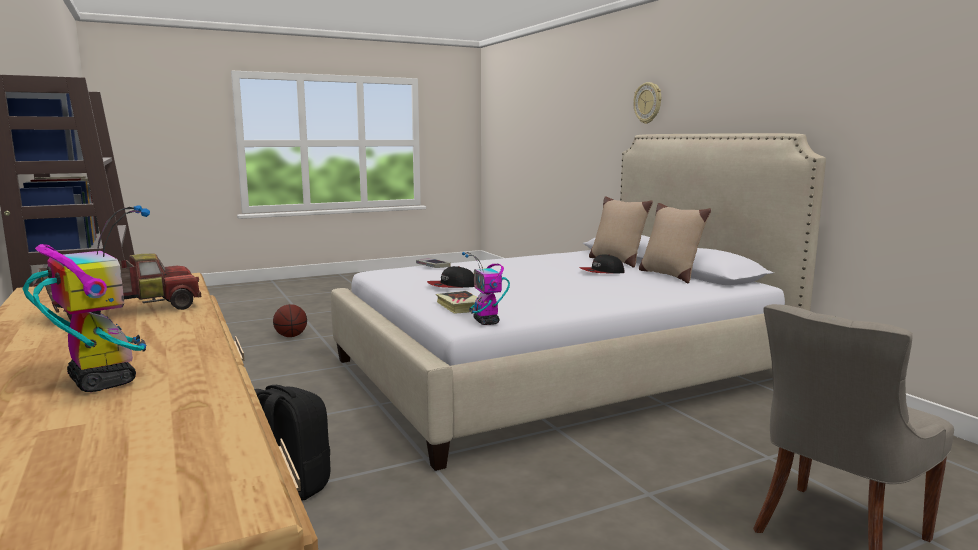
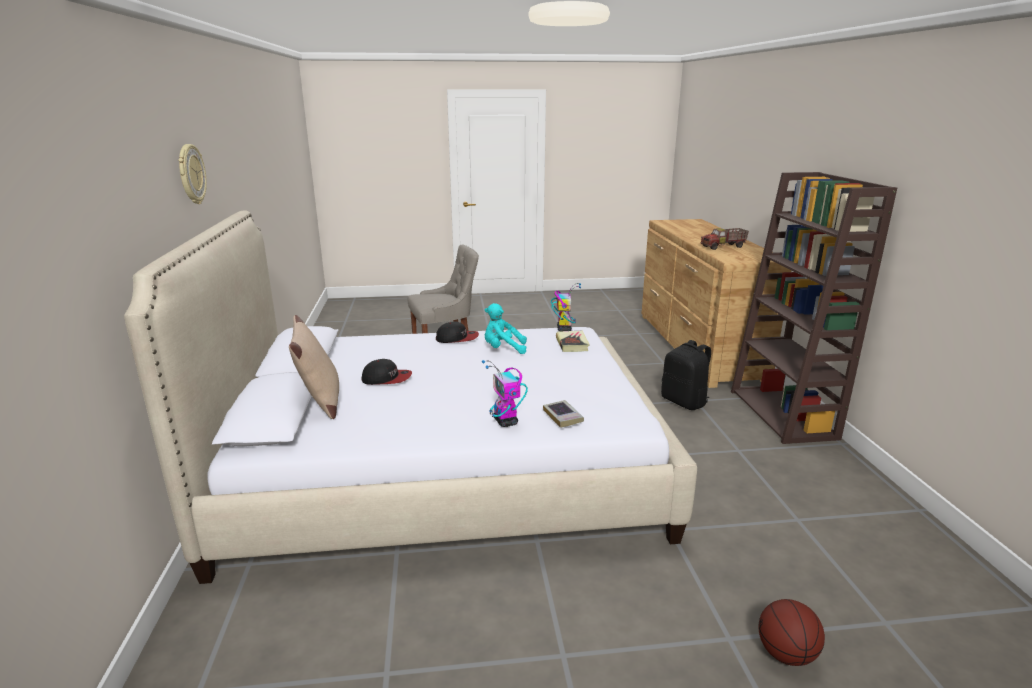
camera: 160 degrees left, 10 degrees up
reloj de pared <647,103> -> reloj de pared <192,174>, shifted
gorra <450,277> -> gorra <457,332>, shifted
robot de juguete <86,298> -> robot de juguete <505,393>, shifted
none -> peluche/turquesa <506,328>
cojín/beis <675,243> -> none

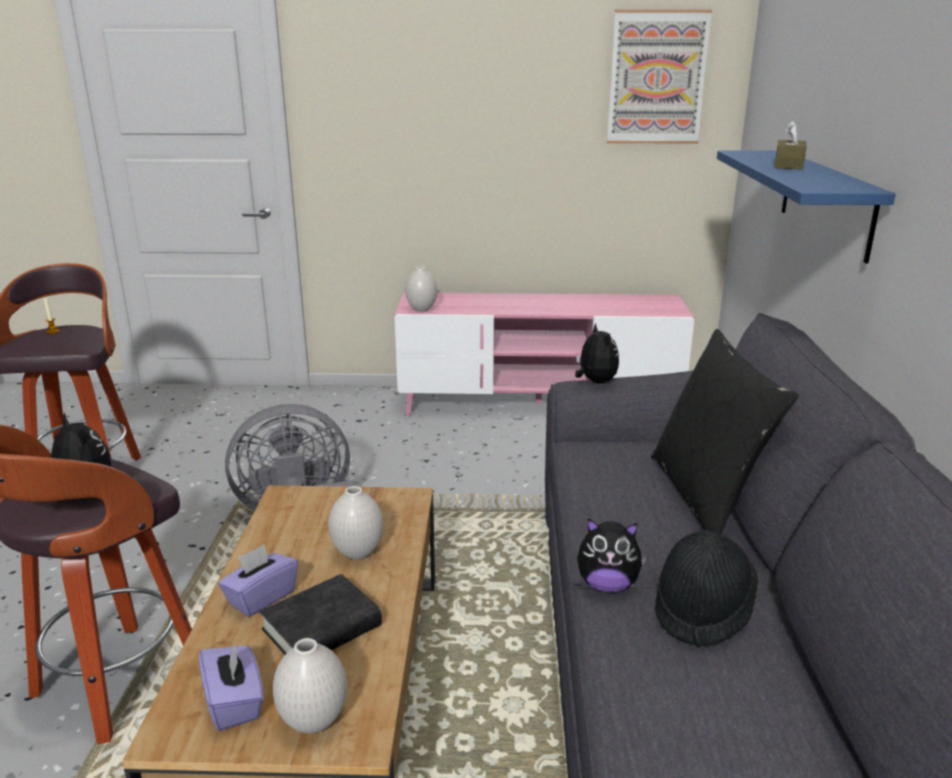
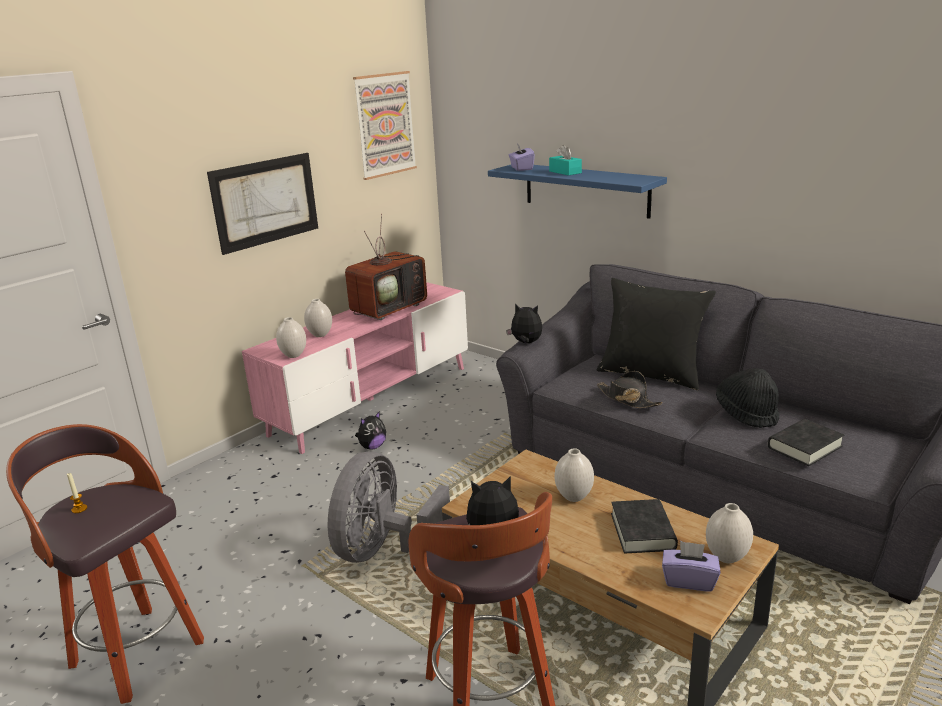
camera: 50 degrees left, 0 degrees up
none -> cuadro <262,204>
none -> florero/blanco <318,318>
none -> televisor <386,267>
peluche <612,555> -> peluche <370,430>, shifted
caja de pañuelos/morado <258,580> -> caja de pañuelos/morado <522,157>, shifted
caja de pañuelos/marrón <790,145> -> caja de pañuelos/turquesa <565,160>
none -> sombrero/negro <630,389>
none -> libro/negro <806,442>

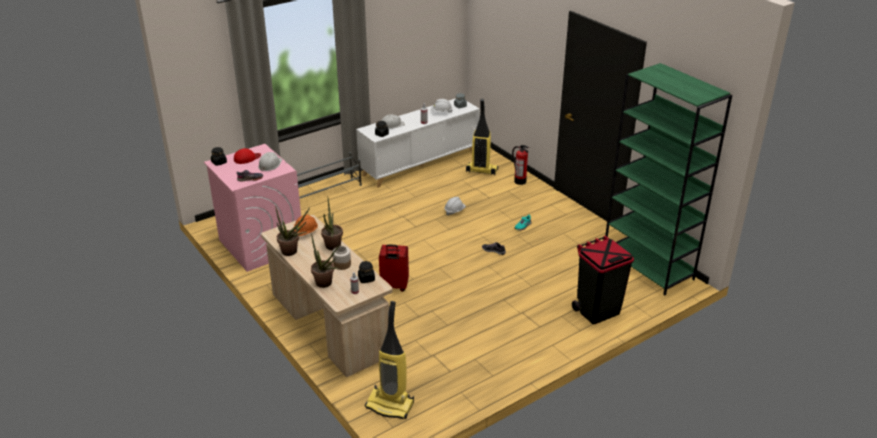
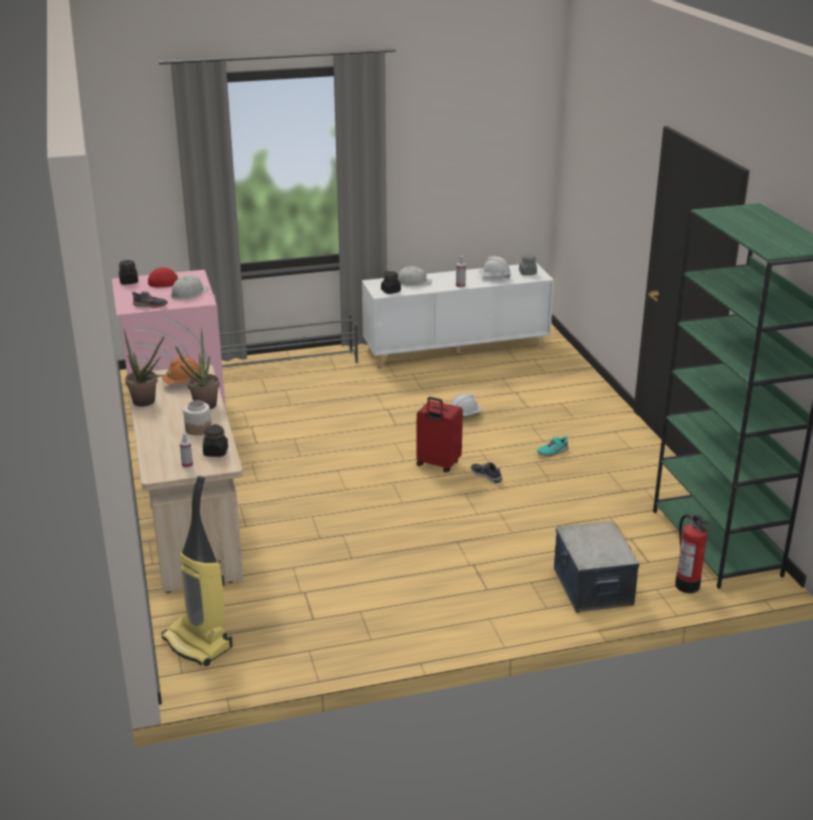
camera: 20 degrees right, 5 degrees down
maleta/rojo <394,268> -> maleta/rojo <439,435>, shifted
papelera/negro <603,280> -> caja de almacenaje <596,567>
extintor <520,165> -> extintor <692,553>, shifted
planta en maceta <325,261> -> none
aspiradora <482,137> -> none

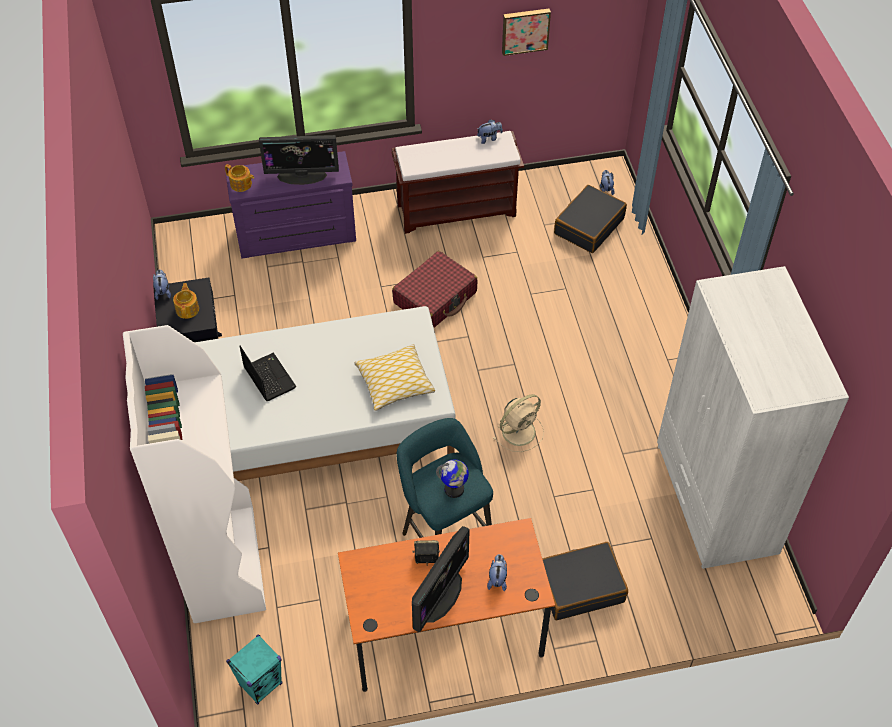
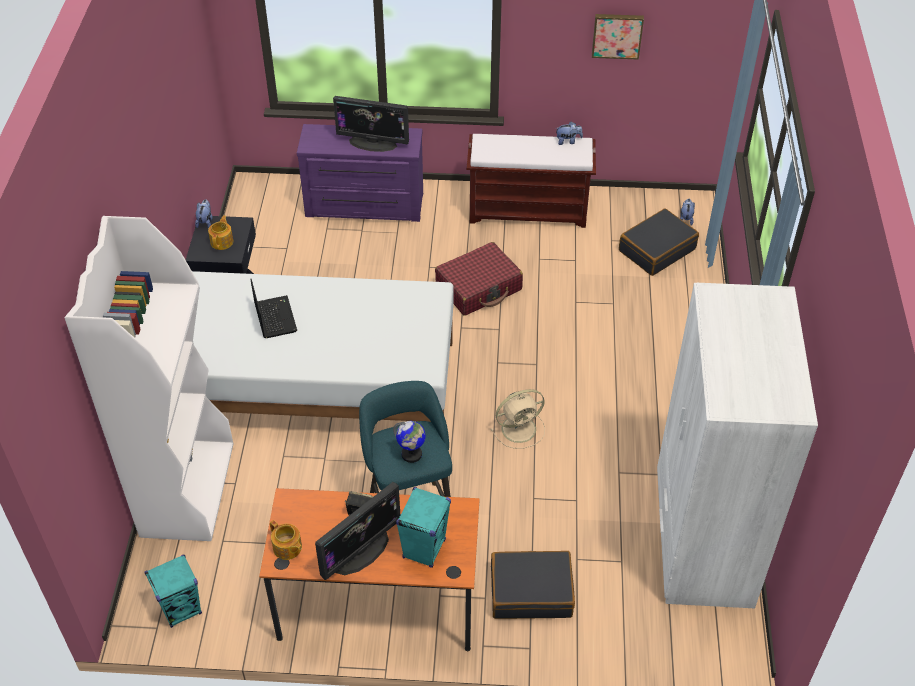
camera: 15 degrees right, 5 degrees down
tetera <239,178> -> tetera <286,540>, shifted
peluche <497,572> -> altavoz/turquesa <423,527>
cojín <394,377> -> none

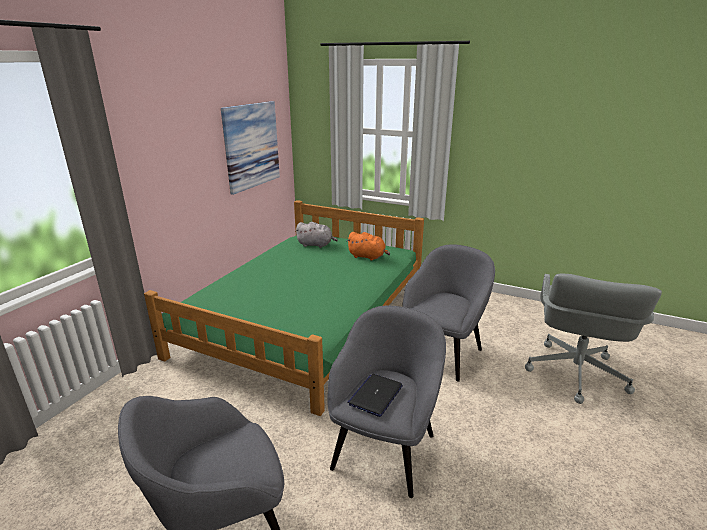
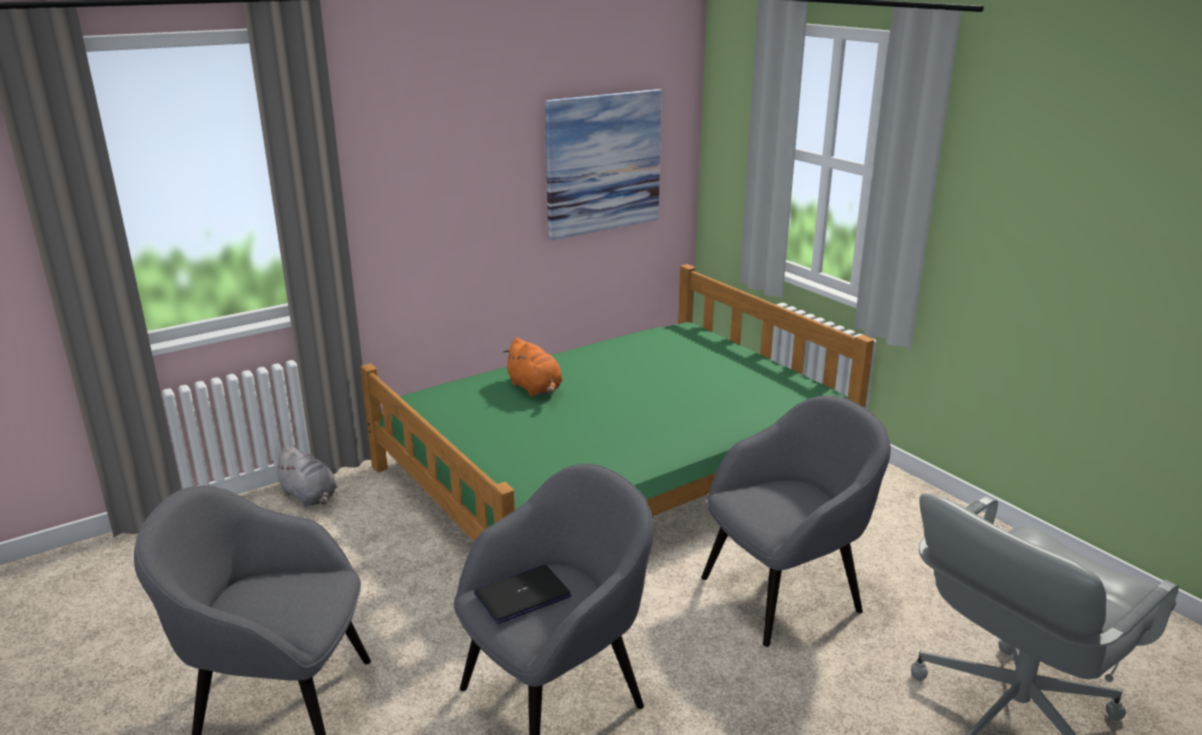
camera: 30 degrees right, 0 degrees up
peluche/gris <316,235> -> peluche/gris <304,476>, shifted
peluche/naranja <368,246> -> peluche/naranja <533,367>, shifted

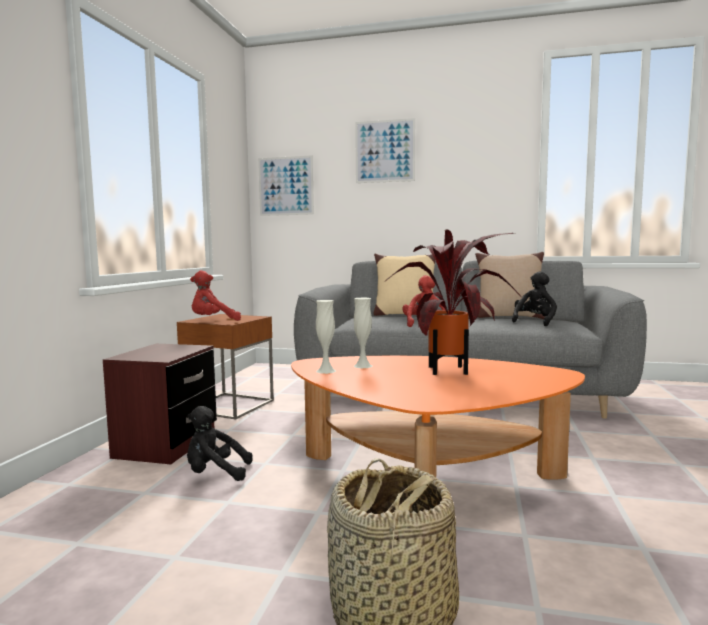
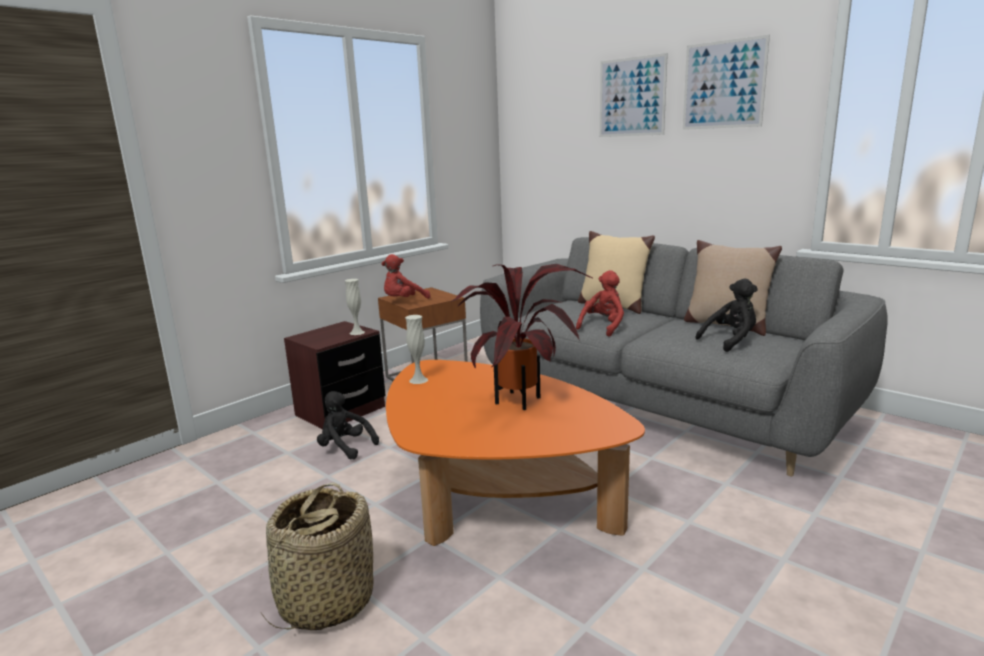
camera: 30 degrees right, 10 degrees up
florero/blanco <362,333> -> florero/blanco <355,307>, shifted
peluche/rojo <215,295> -> peluche/rojo <406,276>, 45 degrees counterclockwise
cuadro <286,185> -> cuadro <726,82>, shifted

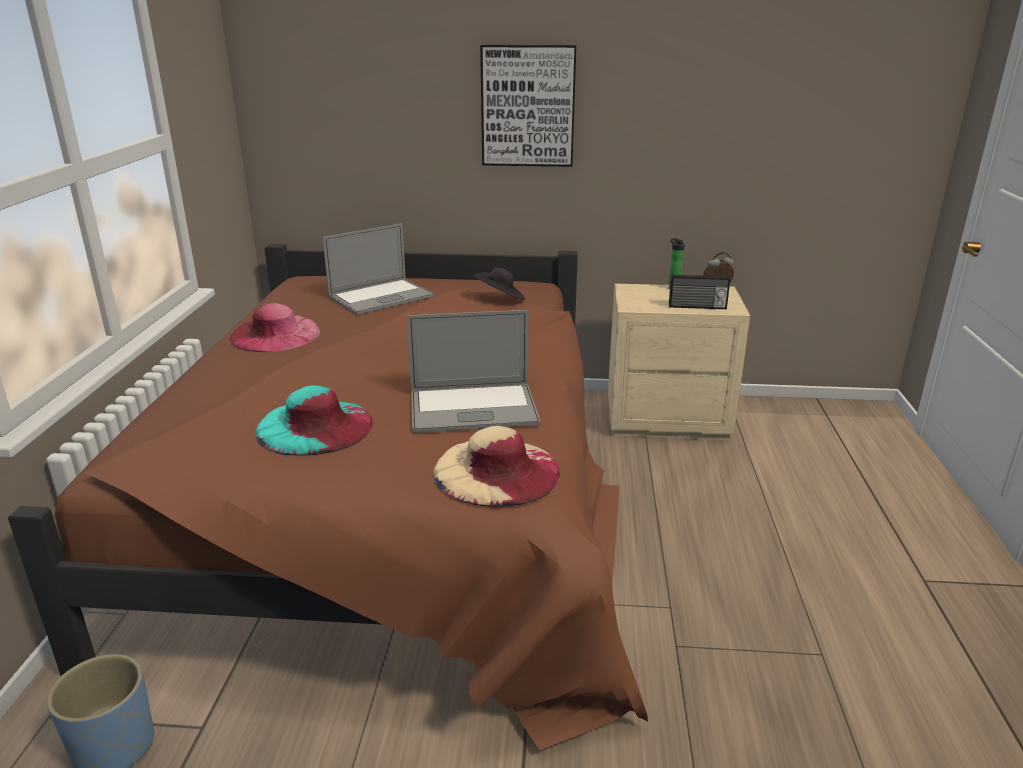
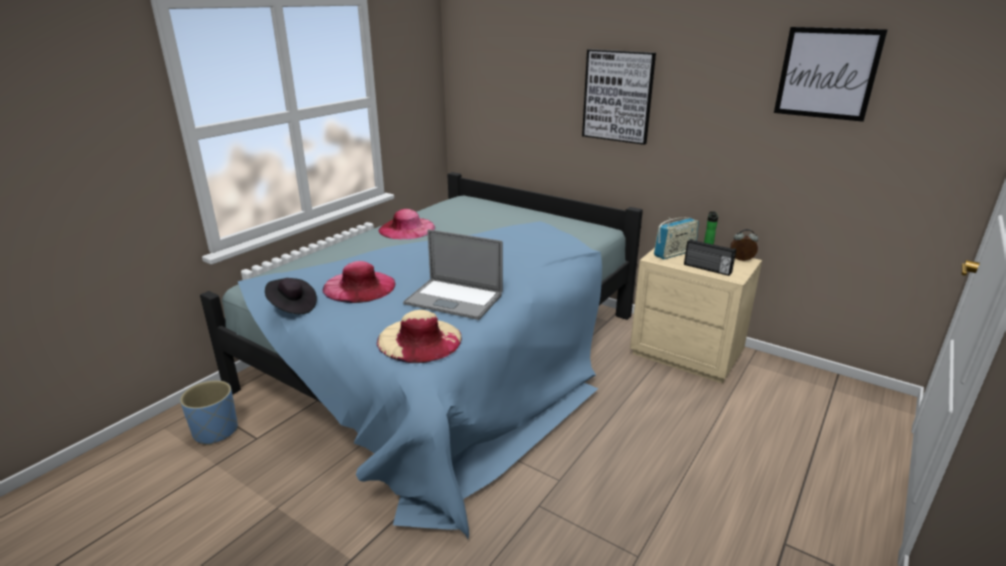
camera: 30 degrees right, 0 degrees up
cama/marrón <328,497> -> cama/azul <421,355>
sombrero/negro <499,283> -> sombrero/negro <291,296>, shifted
sombrero/turquesa <314,420> -> sombrero/rosa <359,282>
none -> radio <676,238>
none -> cuadro <831,74>
portátil <378,269> -> none

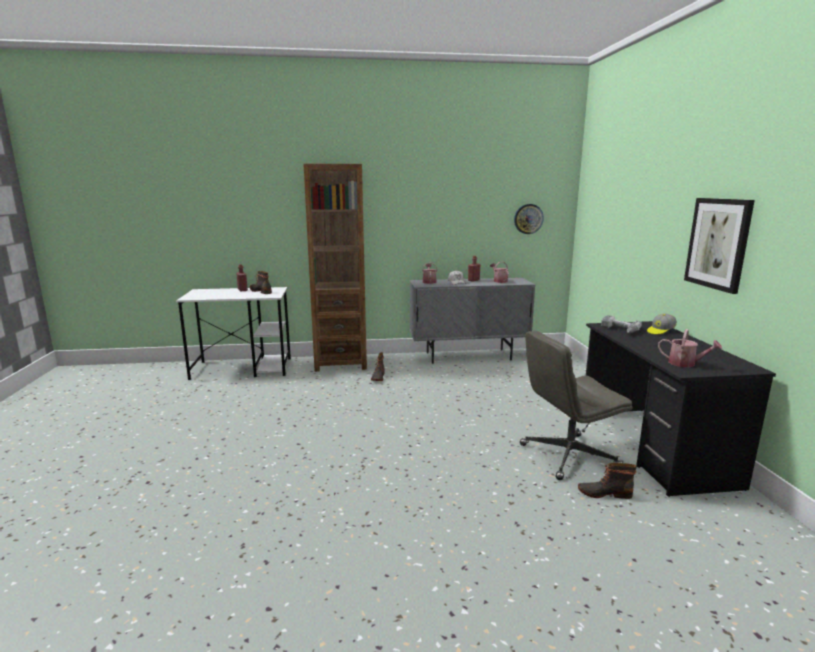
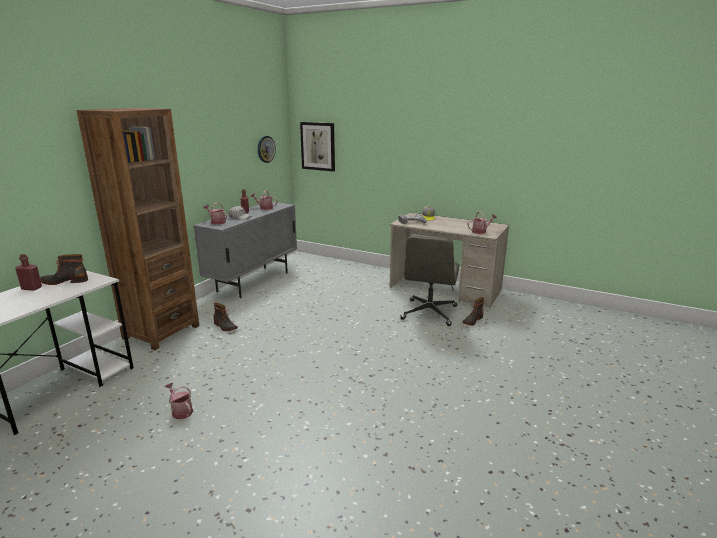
camera: 55 degrees left, 5 degrees up
none -> regadera <179,400>
cuadro <719,246> -> cuadro <317,147>, shifted
escritorio/negro <681,409> -> escritorio/beis <449,260>

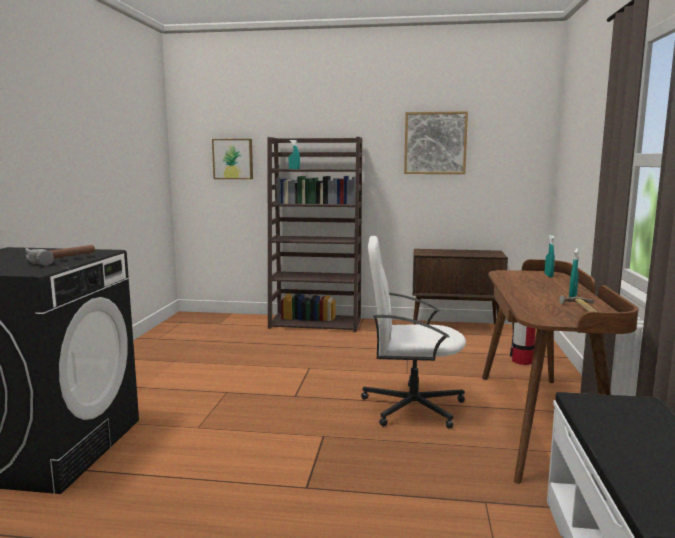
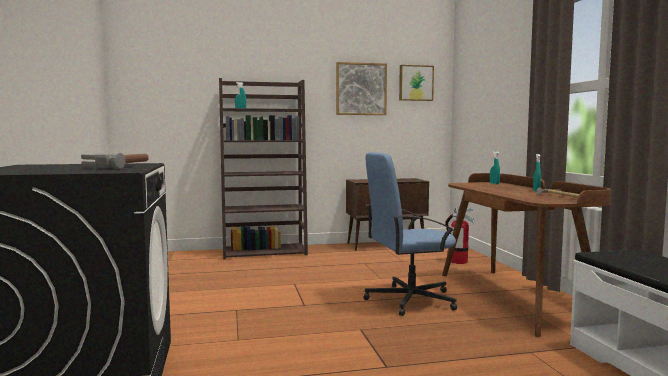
camera: 20 degrees left, 5 degrees down
silla de oficina/blanco <413,332> -> silla de oficina/azul <410,234>
cuadro <232,159> -> cuadro <416,83>, shifted

